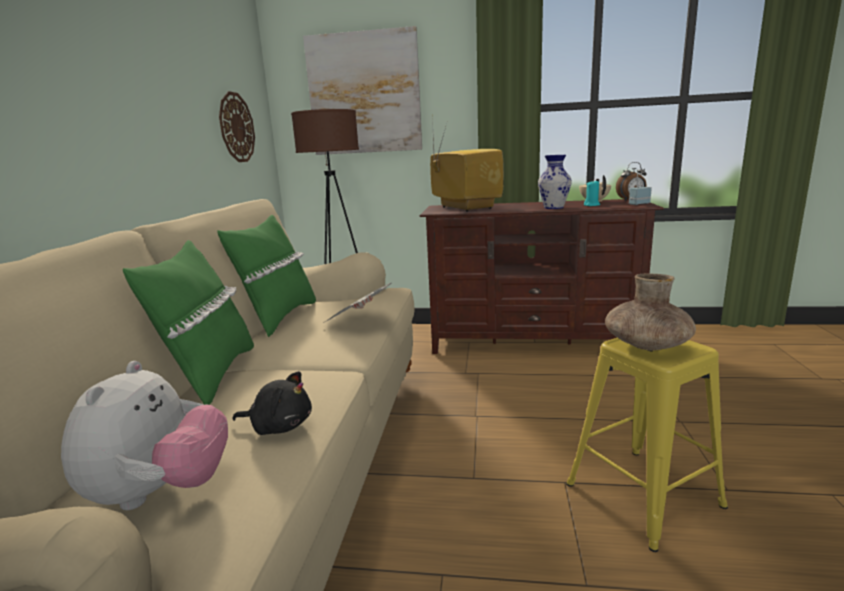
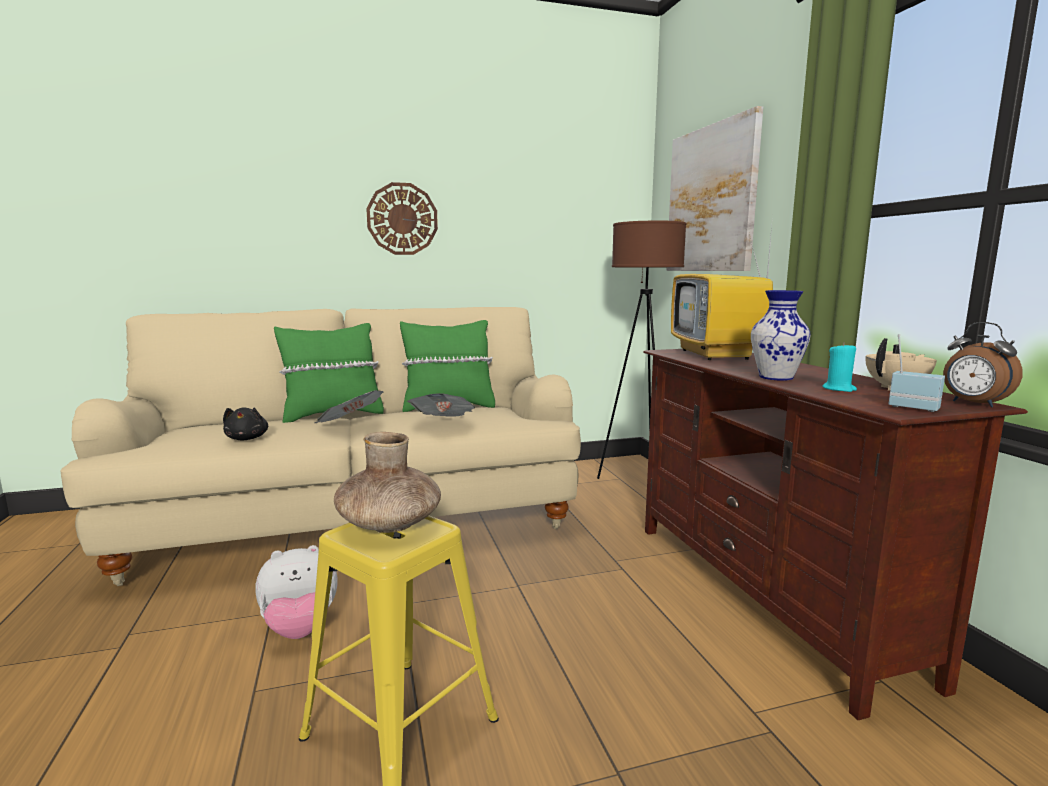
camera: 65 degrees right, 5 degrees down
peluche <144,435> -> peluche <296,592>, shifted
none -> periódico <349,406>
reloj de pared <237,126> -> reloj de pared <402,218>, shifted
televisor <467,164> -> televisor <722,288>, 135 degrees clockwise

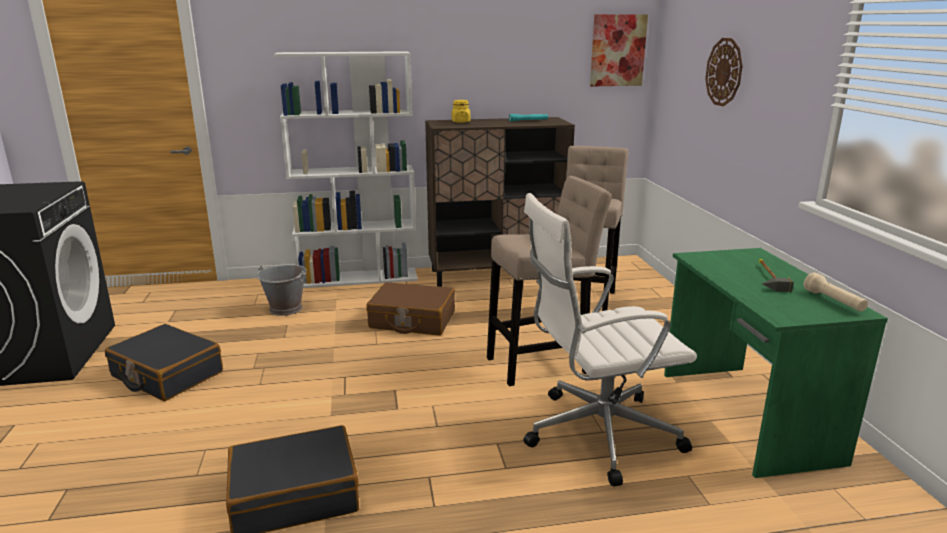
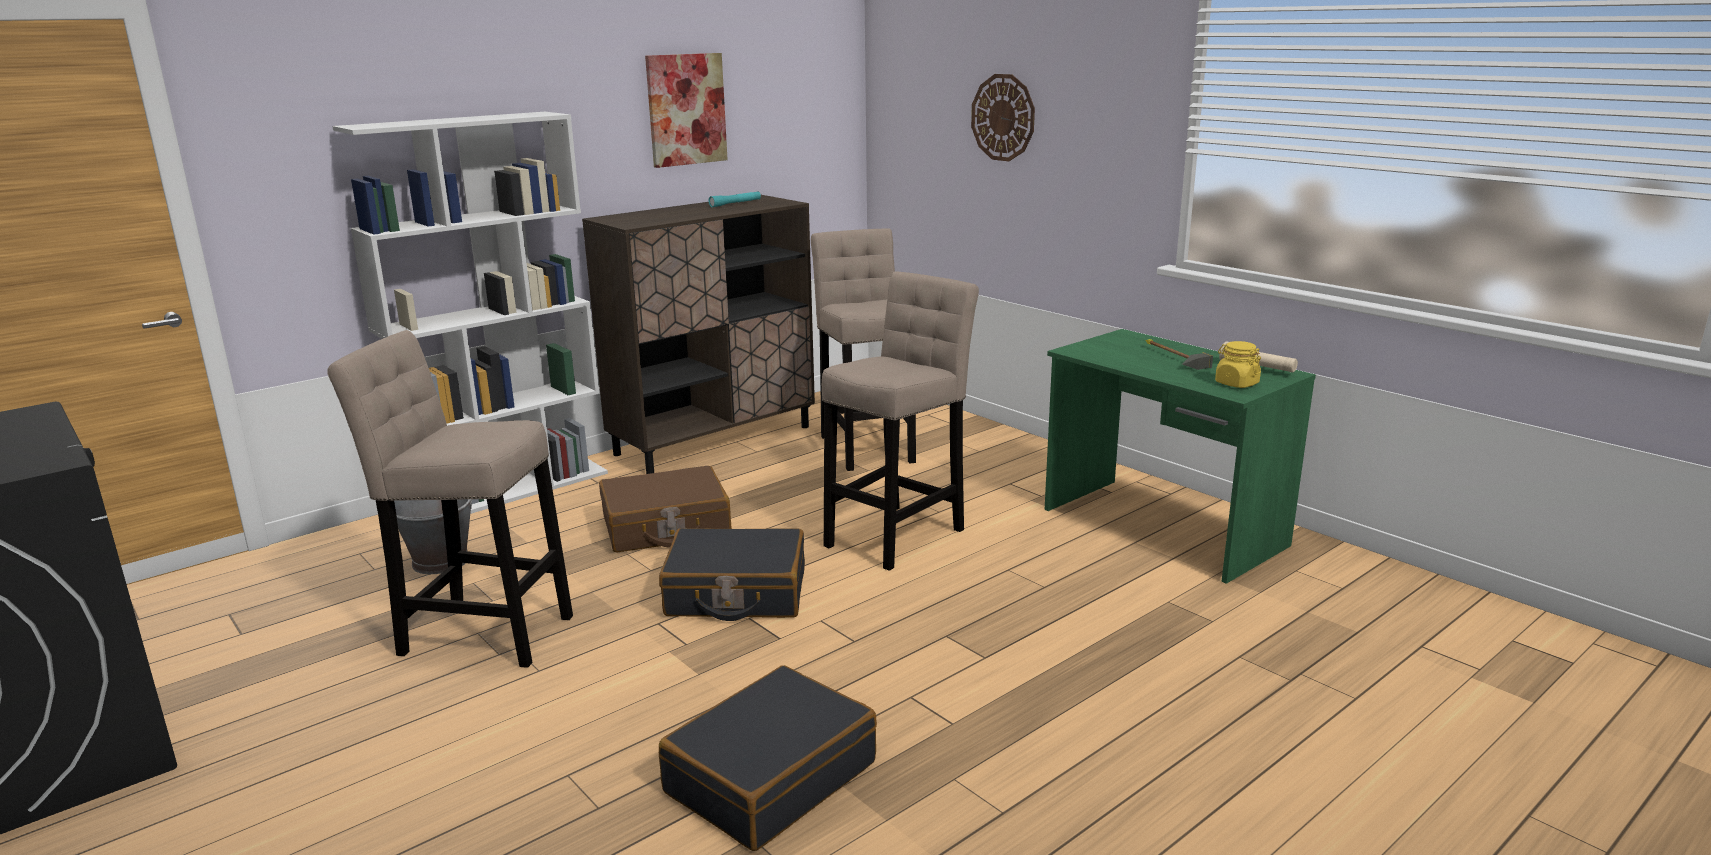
camera: 30 degrees left, 0 degrees up
none -> taburete/beis <450,499>
cuadro <619,50> -> cuadro <686,110>, shifted
maleta/negro <164,362> -> maleta/negro <732,574>, shifted
tarro/amarillo <461,111> -> tarro/amarillo <1238,364>, shifted
silla de oficina/blanco <610,340> -> none

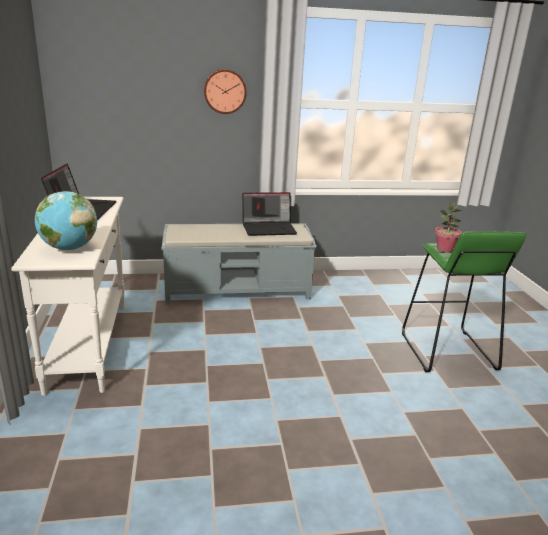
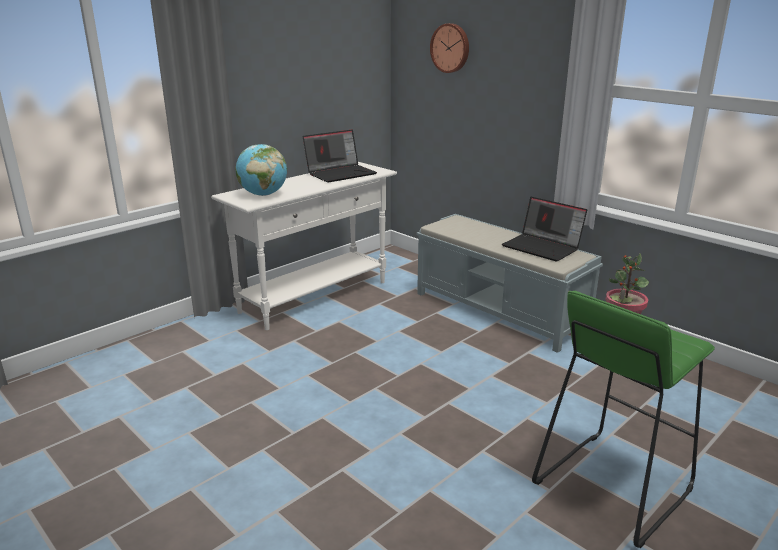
camera: 55 degrees right, 0 degrees up
reloj de pared <225,91> -> reloj de pared <449,48>, shifted

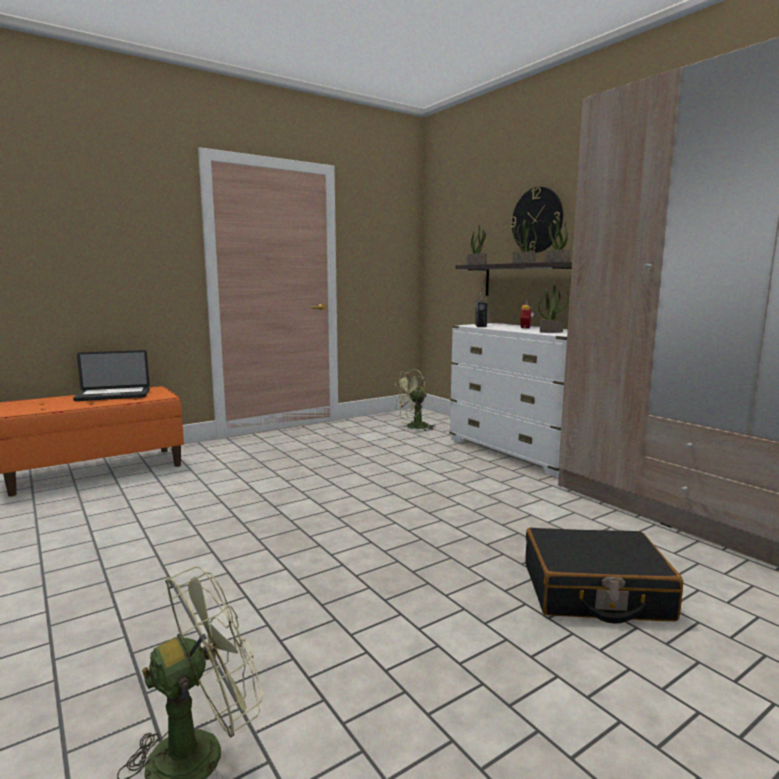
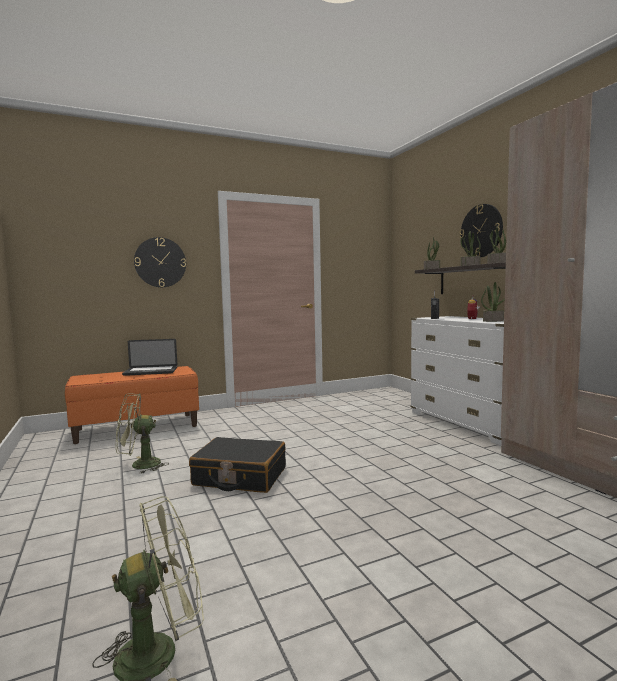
camera: 10 degrees right, 5 degrees down
ventilador/verde <414,400> -> ventilador/verde <142,433>, shifted
none -> reloj de pared <160,262>
maleta/negro <604,575> -> maleta/negro <237,465>, shifted

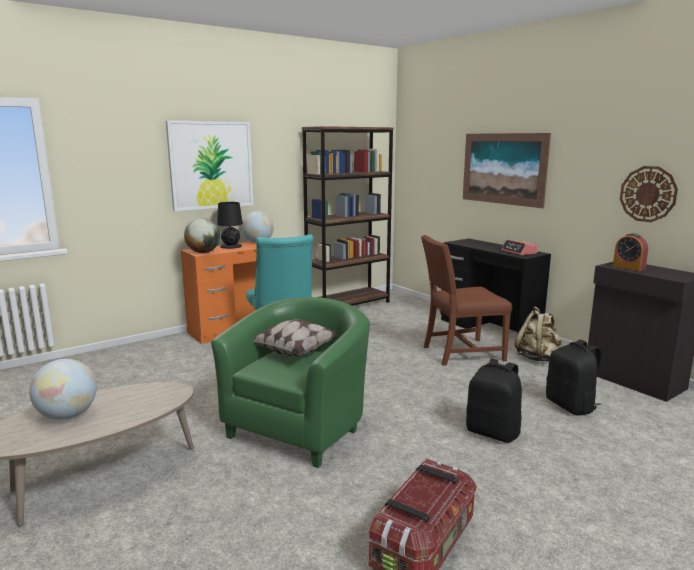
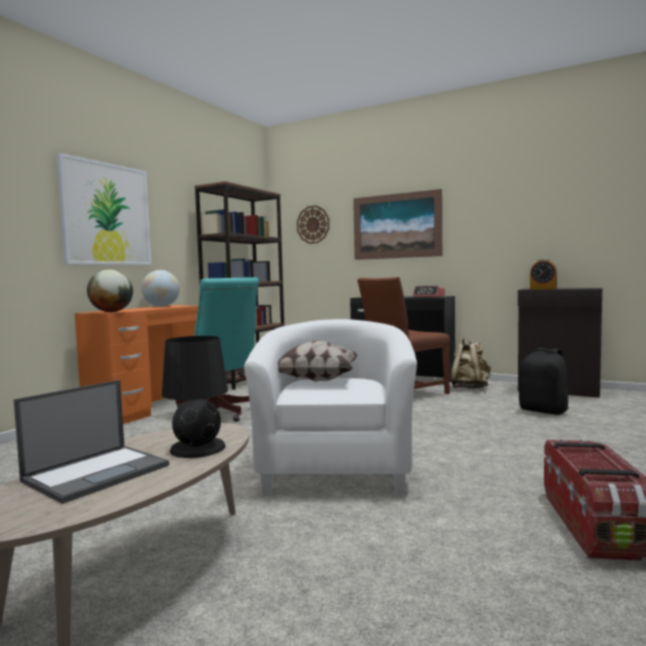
camera: 25 degrees left, 10 degrees down
globo terráqueo <63,389> -> portátil <91,442>
lámpara de mesa/negro <230,225> -> lámpara de mesa/negro <195,397>, shifted
sillón/verde <290,382> -> sillón/blanco <330,407>
reloj de pared <649,194> -> reloj de pared <313,224>, shifted
mochila/negro <494,401> -> none

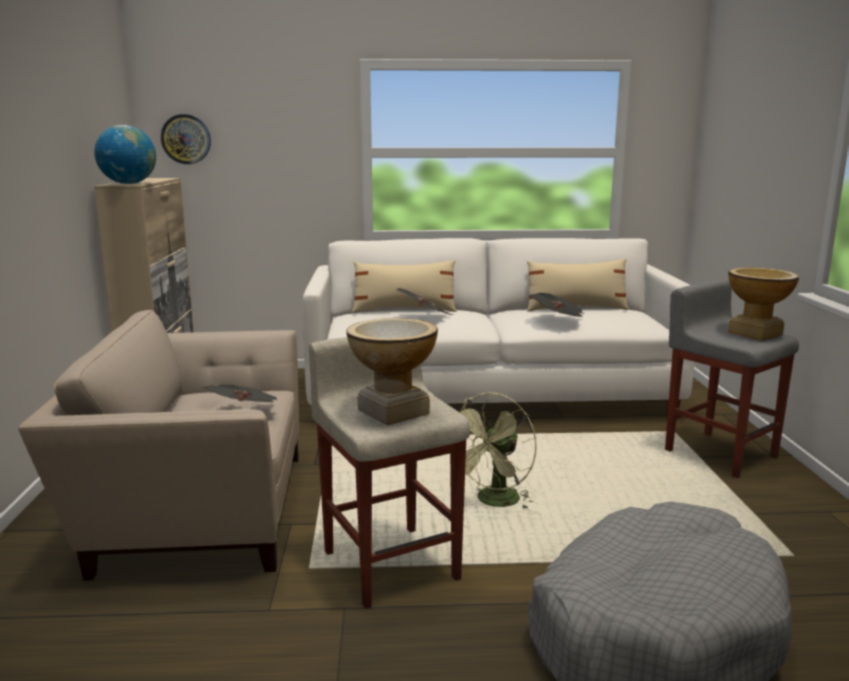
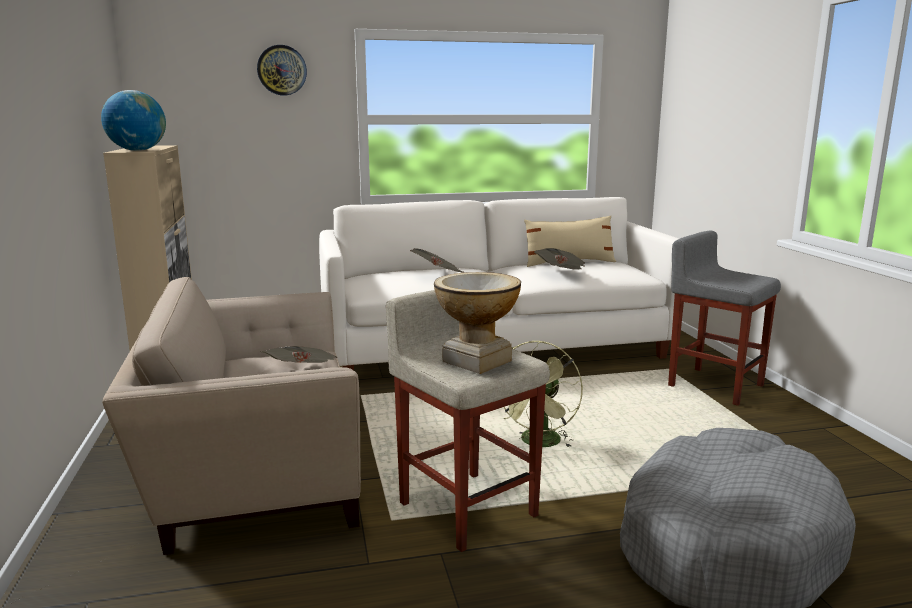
camera: 10 degrees left, 0 degrees up
reloj de pared <186,139> -> reloj de pared <282,70>, shifted
cojín/beis <404,286> -> none
florero <763,304> -> none

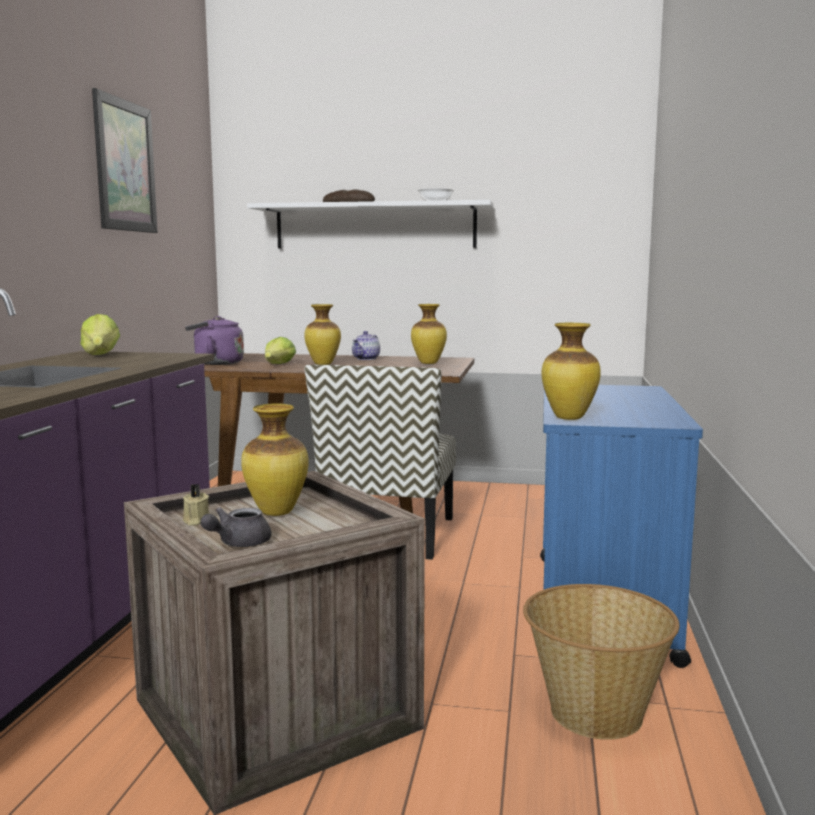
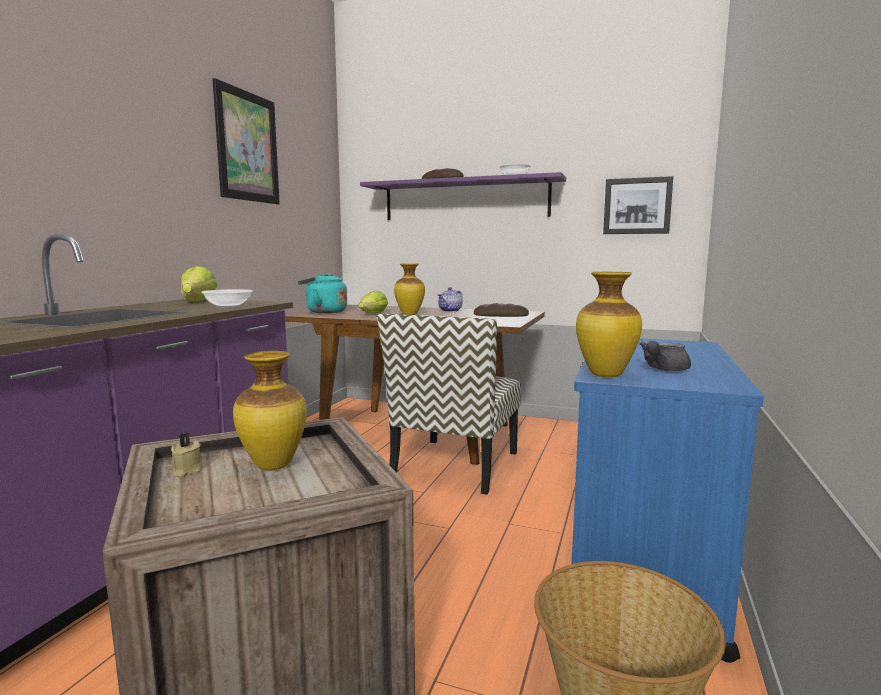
camera: 10 degrees right, 0 degrees up
none -> cuenco <227,298>
hervidor/morado <214,340> -> hervidor/turquesa <322,293>
estante/blanco <370,224> -> estante/morado <463,196>
florero <429,334> -> pan <501,310>
none -> cuadro <638,205>
tetera/gris <236,527> -> tetera/gris <665,356>, shifted

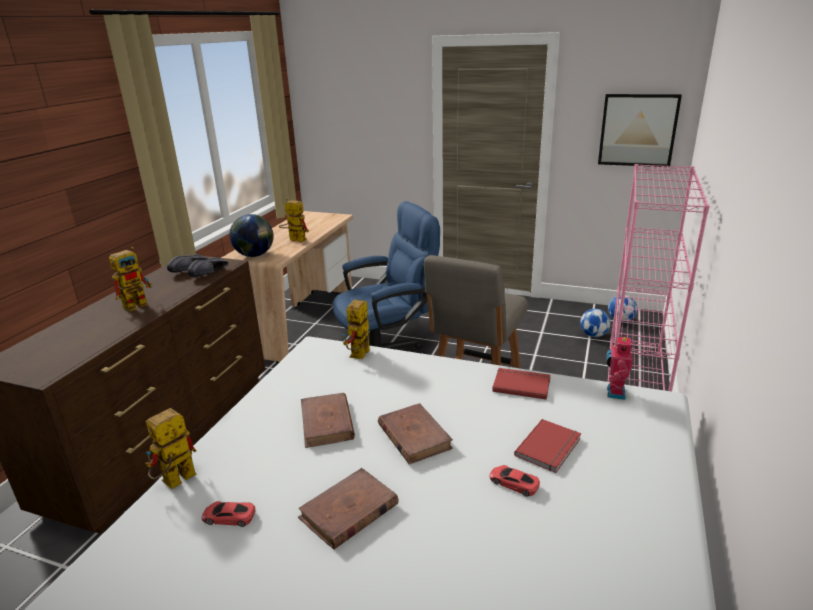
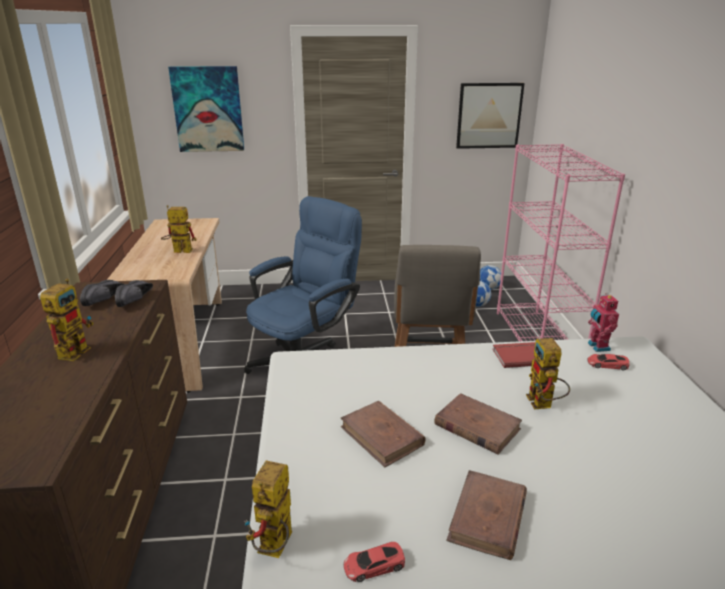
camera: 25 degrees left, 0 degrees up
none -> cuadro <206,109>
robot de juguete <356,329> -> robot de juguete <548,373>, shifted
coche de juguete/rojo <514,481> -> coche de juguete/rojo <608,362>, shifted
globo terráqueo <251,235> -> none
libro/rojo <547,446> -> none

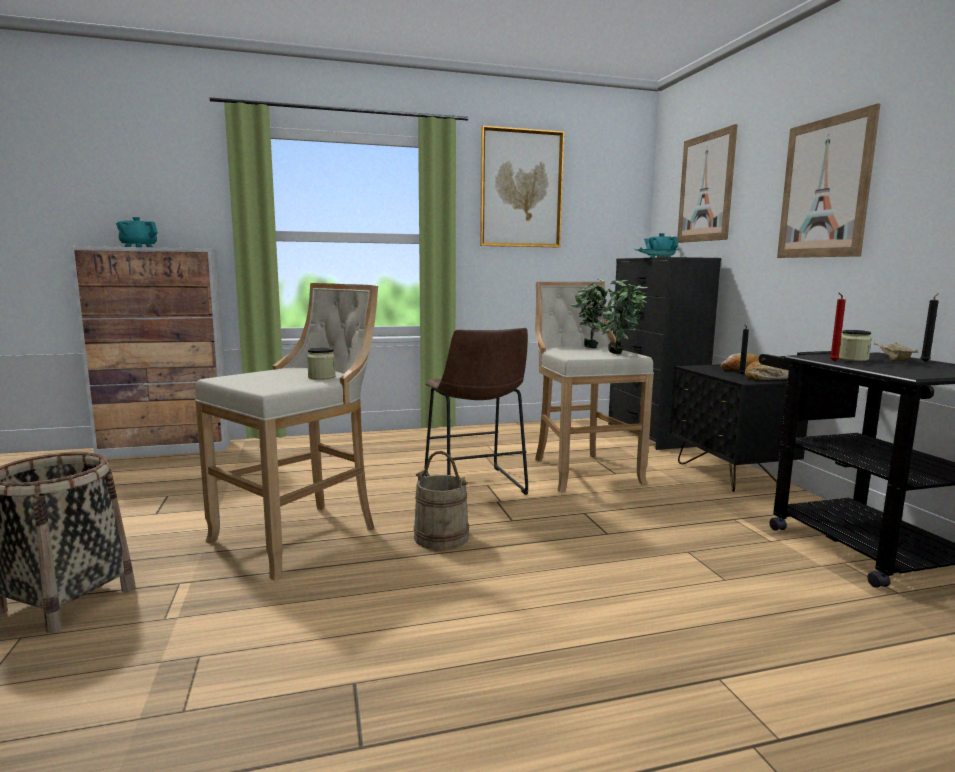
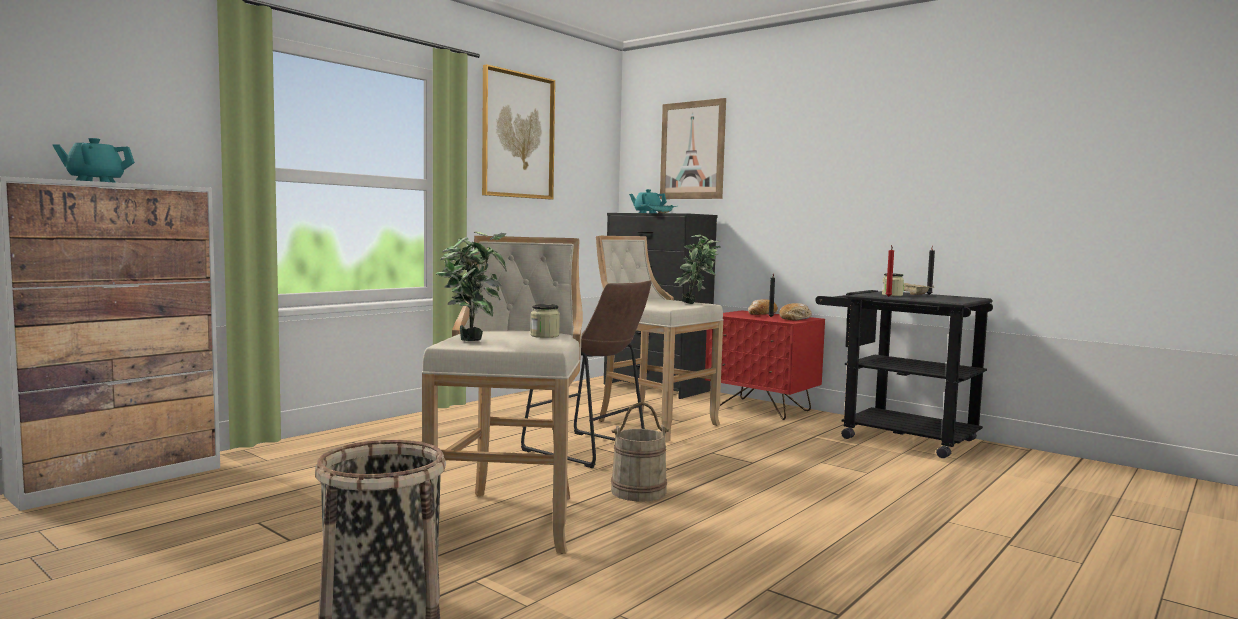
camera: 35 degrees left, 5 degrees down
planta en maceta <596,313> -> planta en maceta <471,286>, shifted
mesita de noche/negro <739,428> -> mesita de noche/rojo <765,365>
cuadro <828,180> -> none

